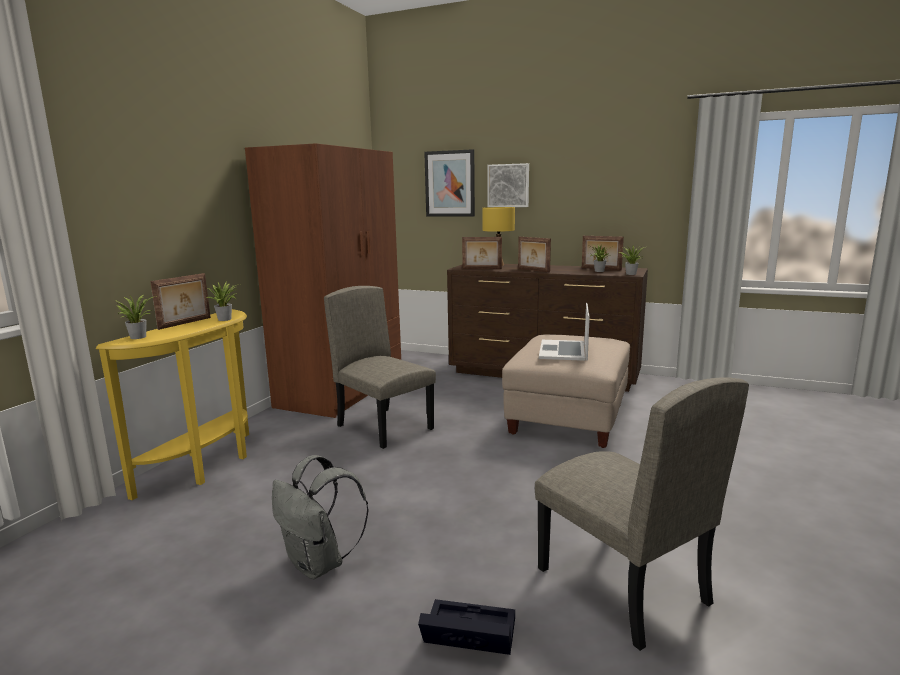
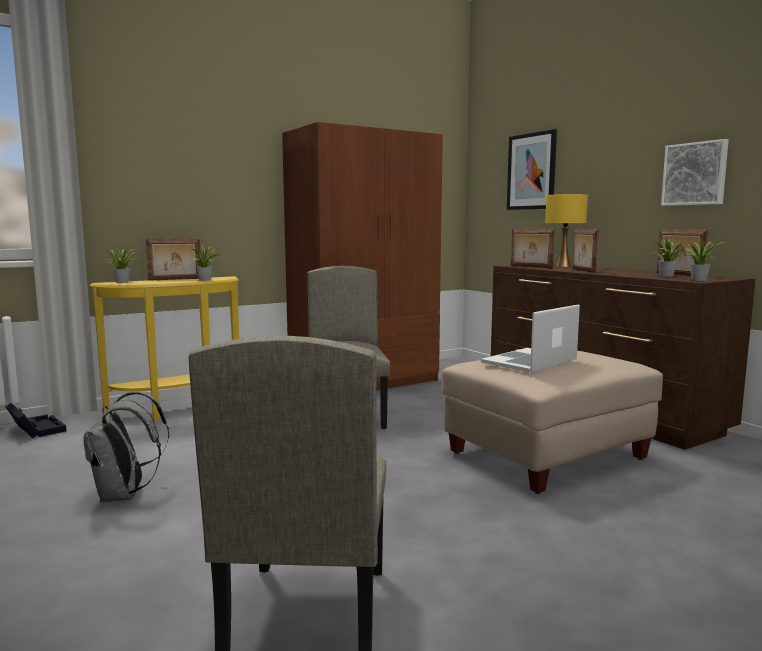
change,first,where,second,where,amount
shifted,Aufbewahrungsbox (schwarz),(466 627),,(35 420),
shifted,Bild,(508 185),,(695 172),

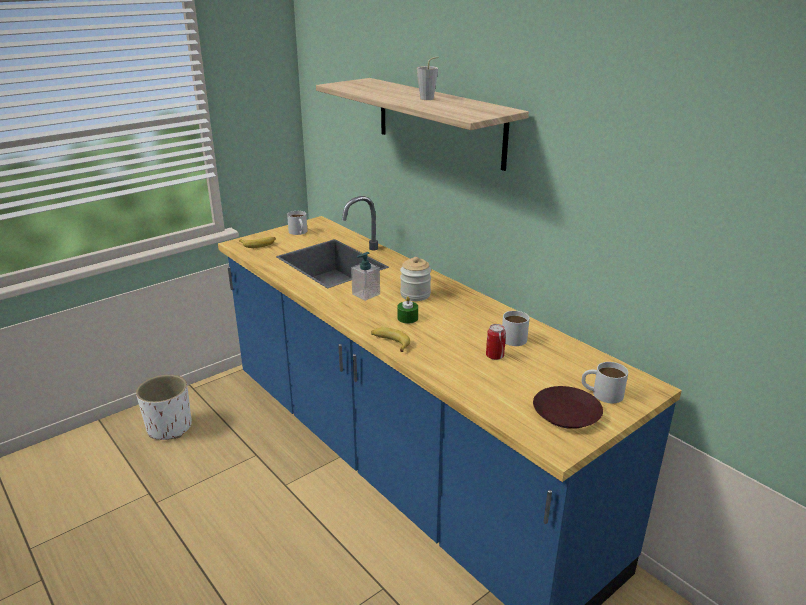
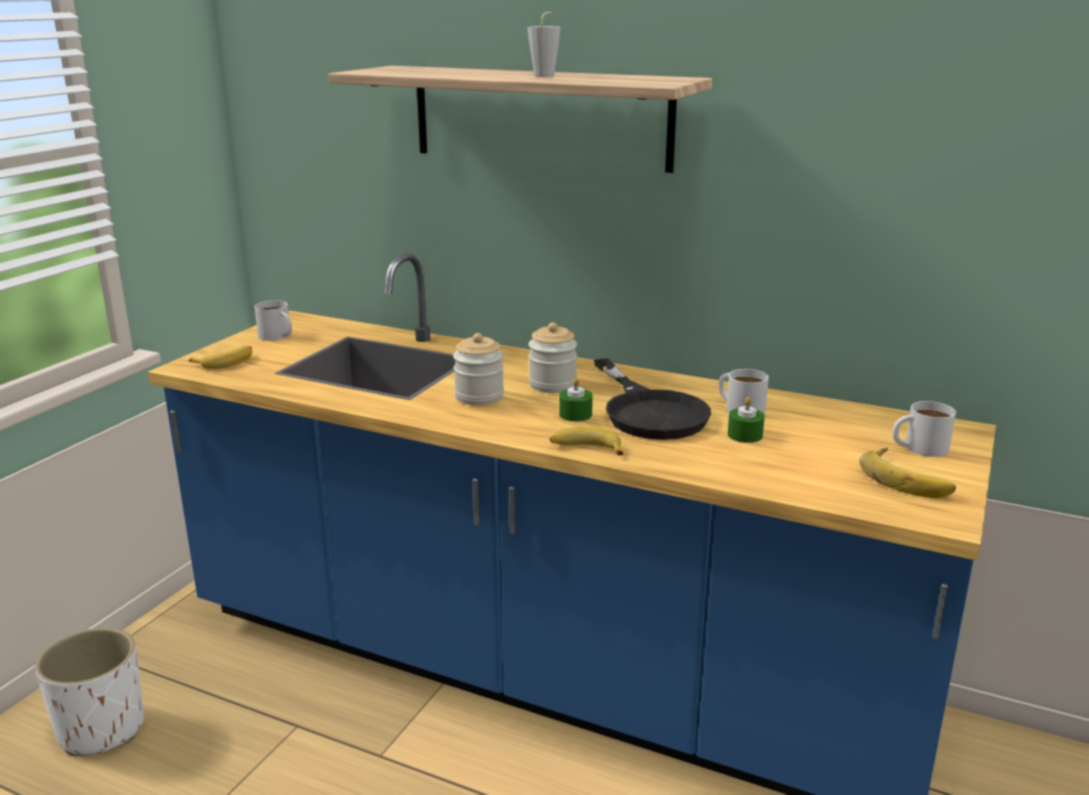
change,first,where,second,where,amount
swapped,Seifenspender,(365 276),Vorratsglas,(478 369),
new,,,Pfanne (schwarz),(652 399),
swapped,Dose,(496 342),Kerze (grün),(746 420),
swapped,Teller (braun),(568 407),Banane,(907 473),

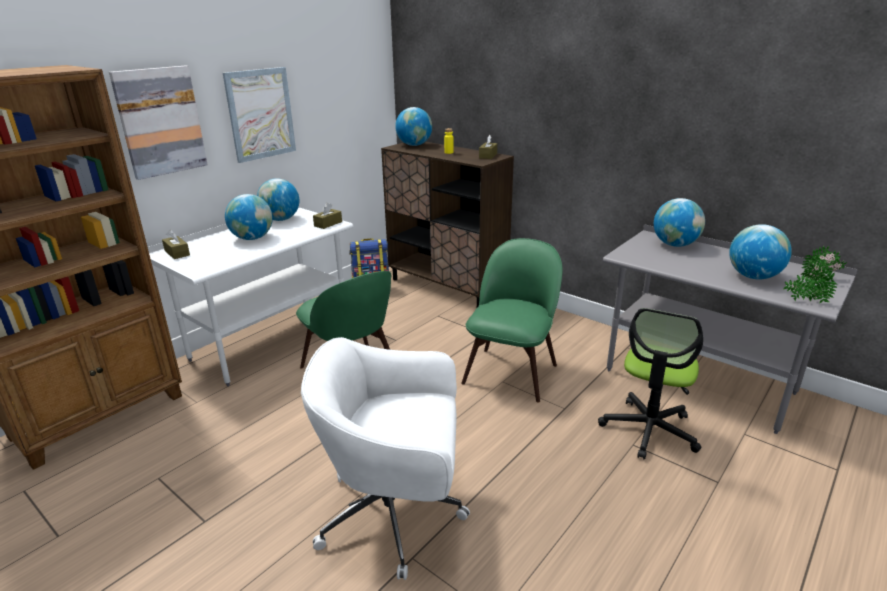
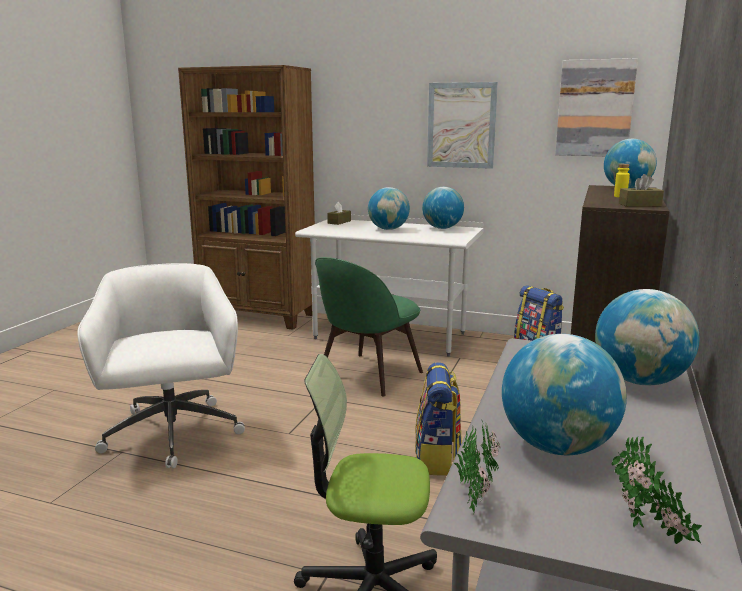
change,first,where,second,where,amount
swapped,Stuhl (grün),(512 320),Rucksack,(438 419),
shifted,Bild,(158 123),,(596 107),
gone,Taschentuchbox (braun),(327 216),,,

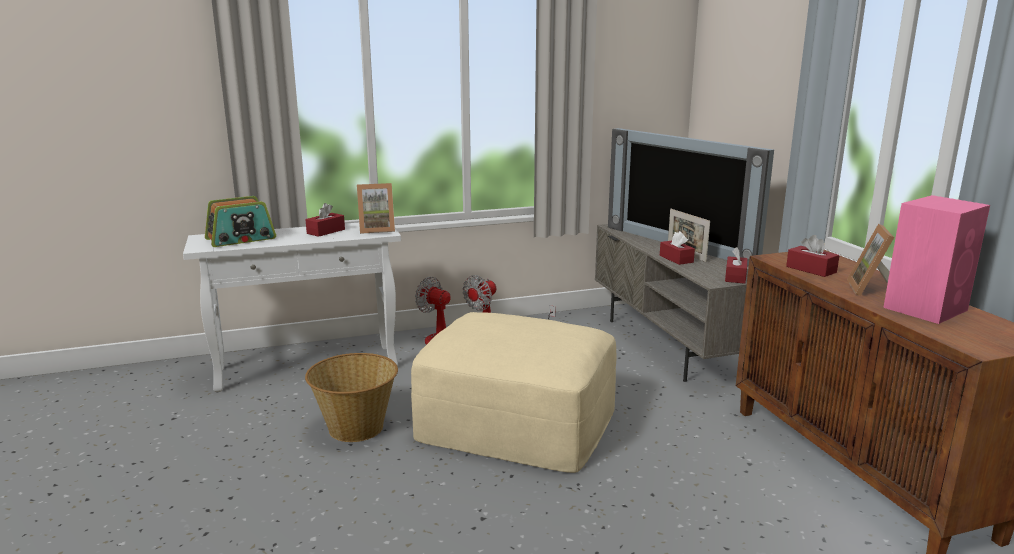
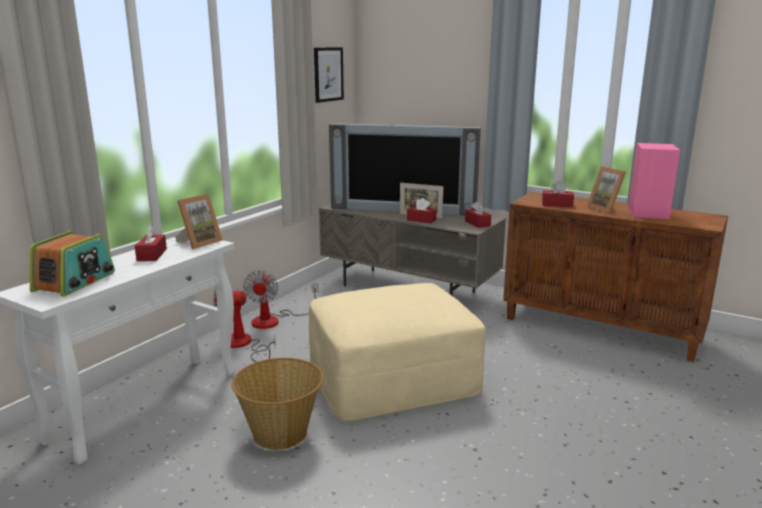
change,first,where,second,where,amount
new,,,Bild,(329 75),

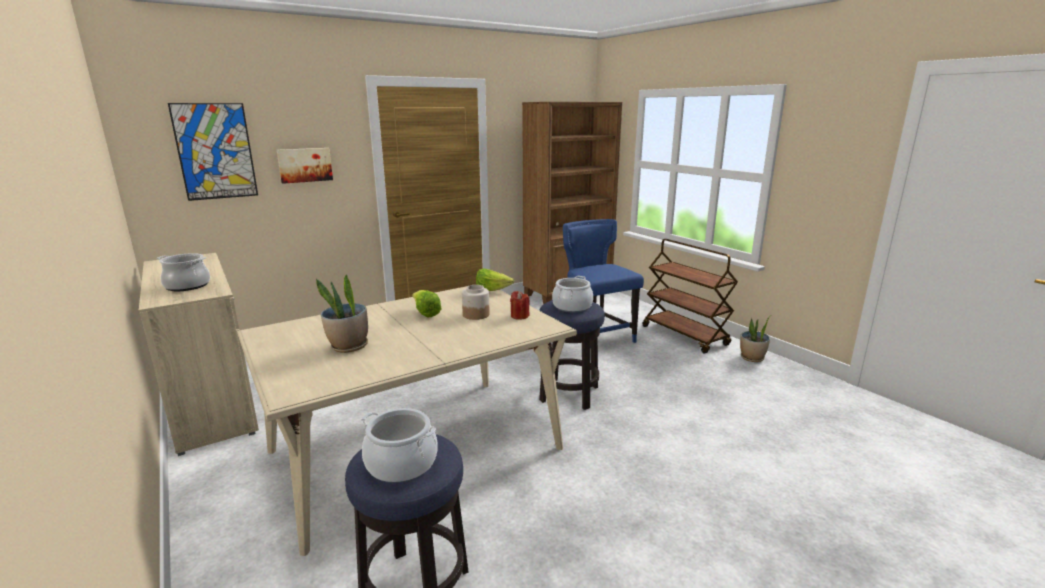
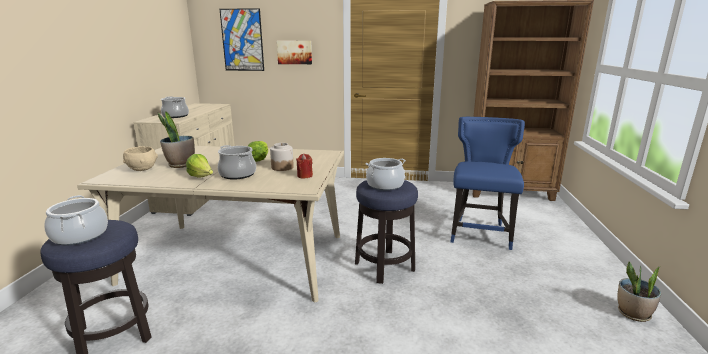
change,first,where,second,where,amount
new,,,Schüssel (beige),(140 158),
shifted,Salatkopf,(495 279),,(199 166),
new,,,Kochtopf,(236 162),
gone,Rollwagen (braun),(690 296),,,

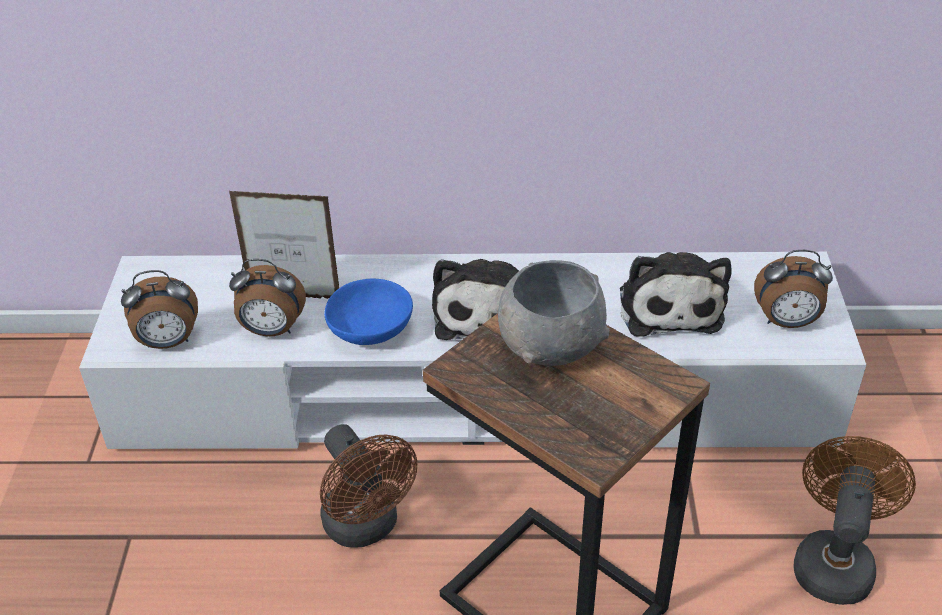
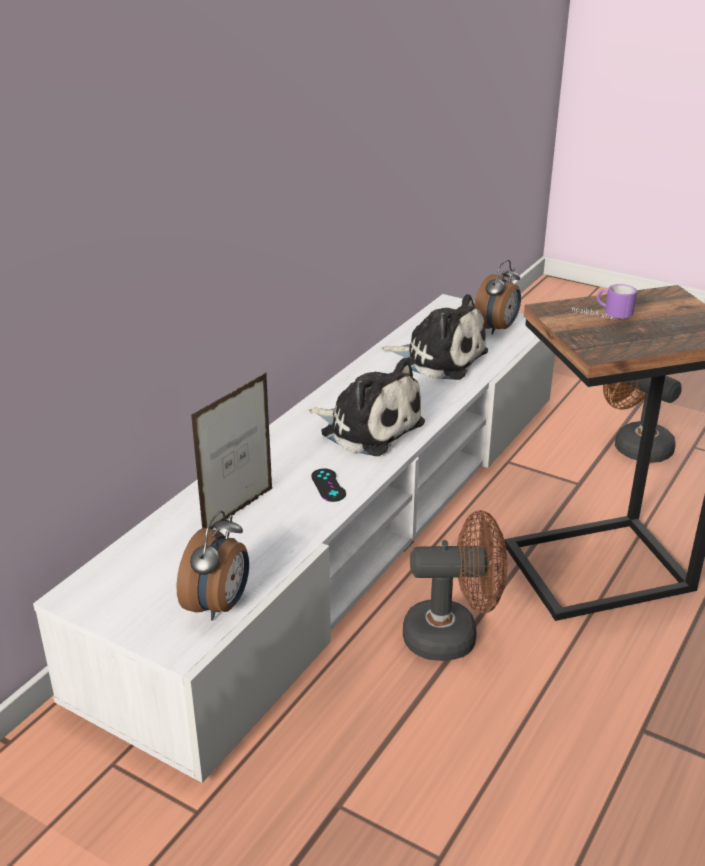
change,first,where,second,where,amount
swapped,Schüssel (blau),(368 311),Gamepad (schwarz),(328 485),
swapped,Schüssel (grau),(553 313),Henkelbecher,(604 302),
gone,Wecker,(267 298),,,

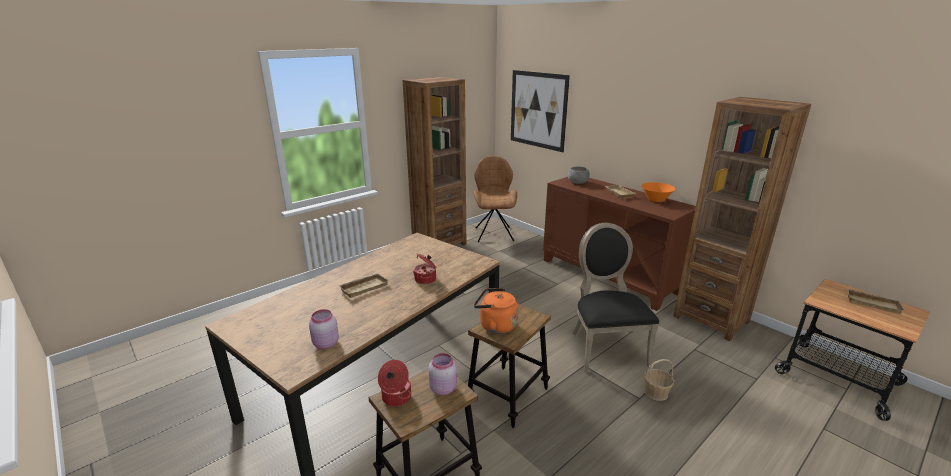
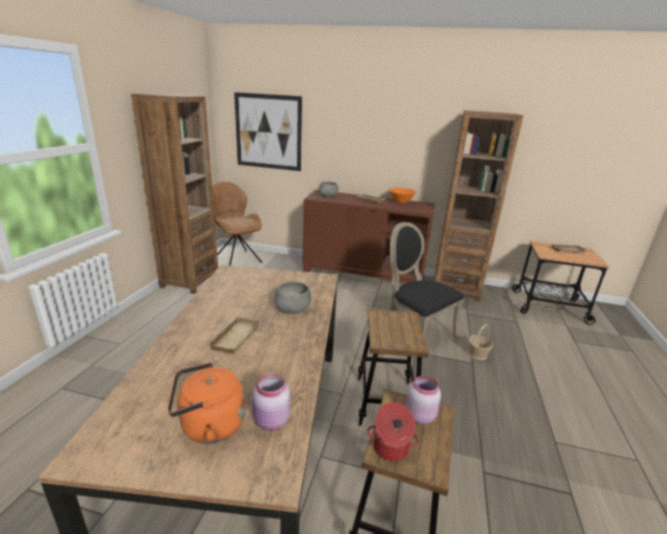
change,first,where,second,where,amount
shifted,Wasserkessel (orange),(496 311),,(206 403),
swapped,Kochtopf,(425 269),Schüssel (grau),(292 298),

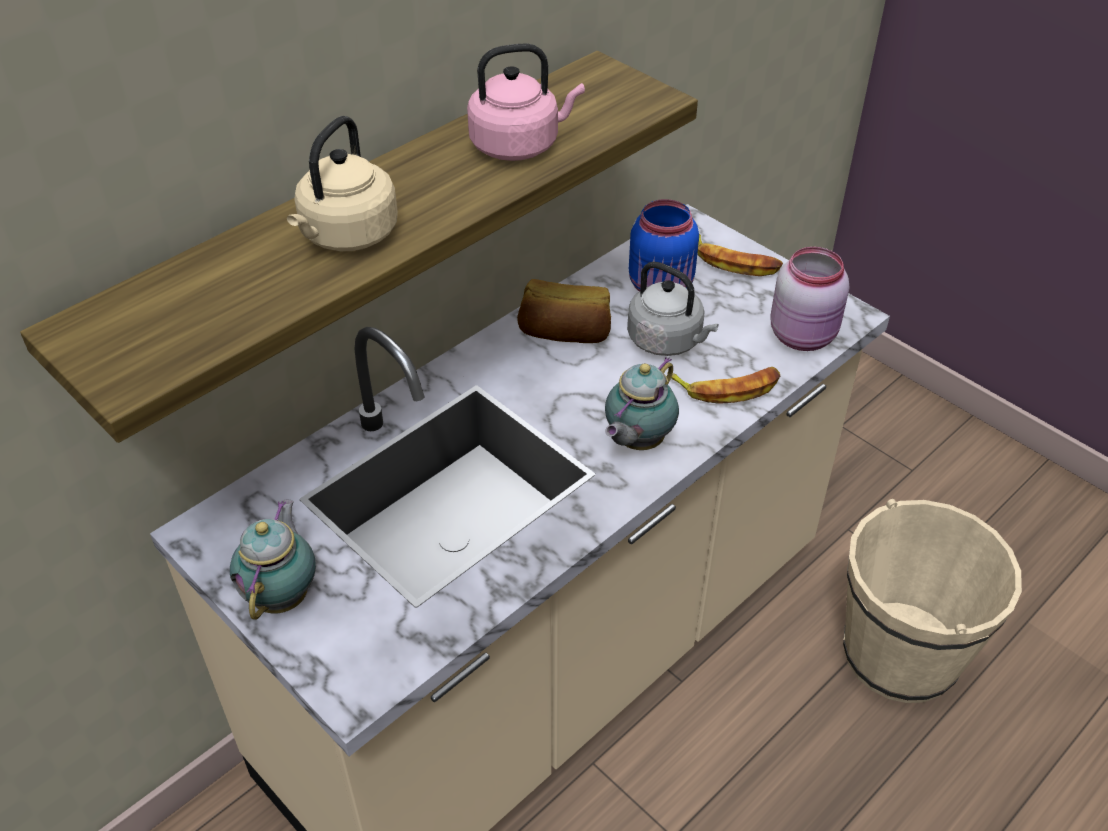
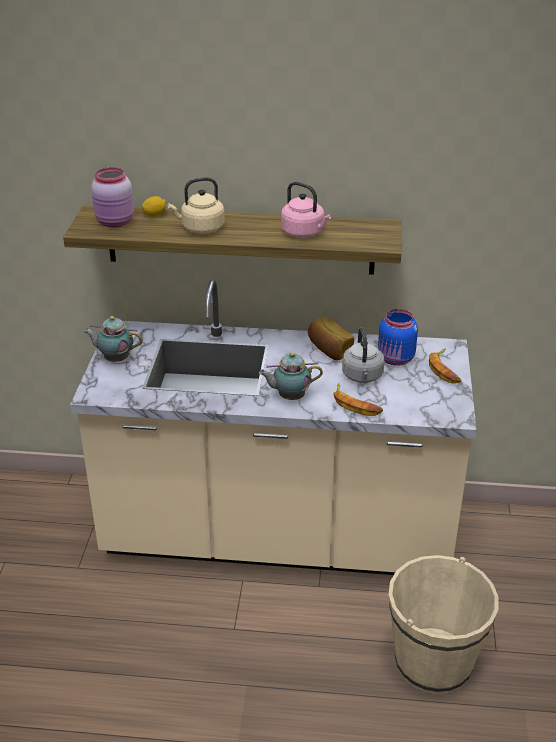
change,first,where,second,where,amount
rotated,Teekanne,(273 560),,(113 339),135 degrees counterclockwise
shifted,Vorratsglas (rosa),(810 299),,(112 197),
new,,,Zitrone,(154 206),

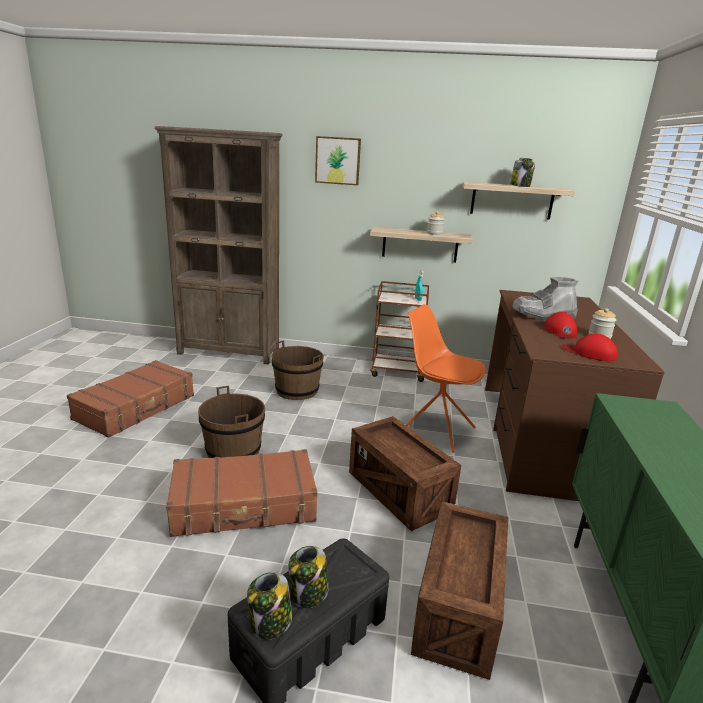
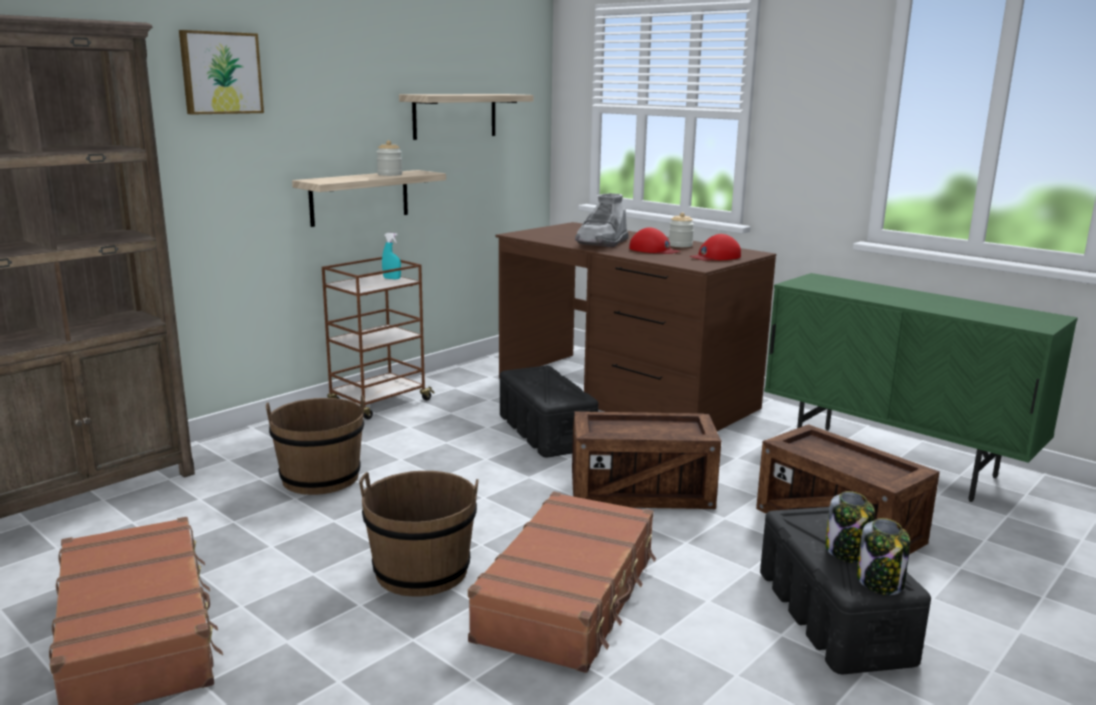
change,first,where,second,where,amount
swapped,Stuhl (orange),(445 378),Aufbewahrungsbox (schwarz),(549 411),
gone,Vorratsglas,(522 172),,,

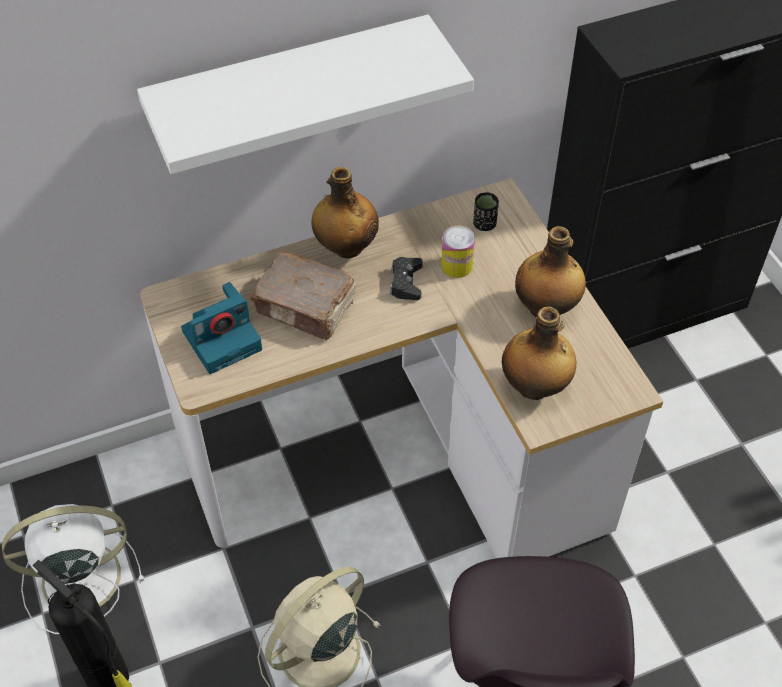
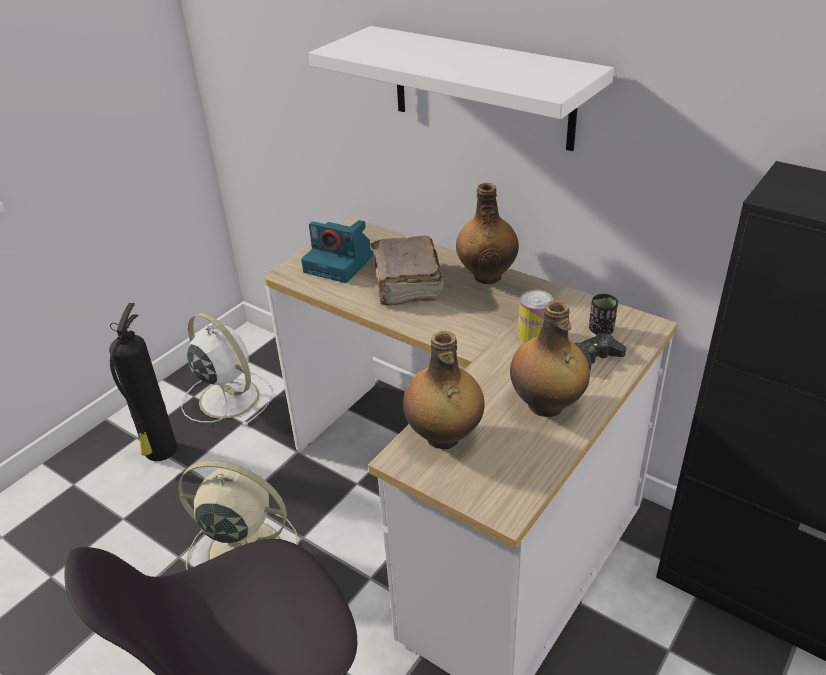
change,first,where,second,where,amount
shifted,Gamepad (schwarz),(406 278),,(600 351),

